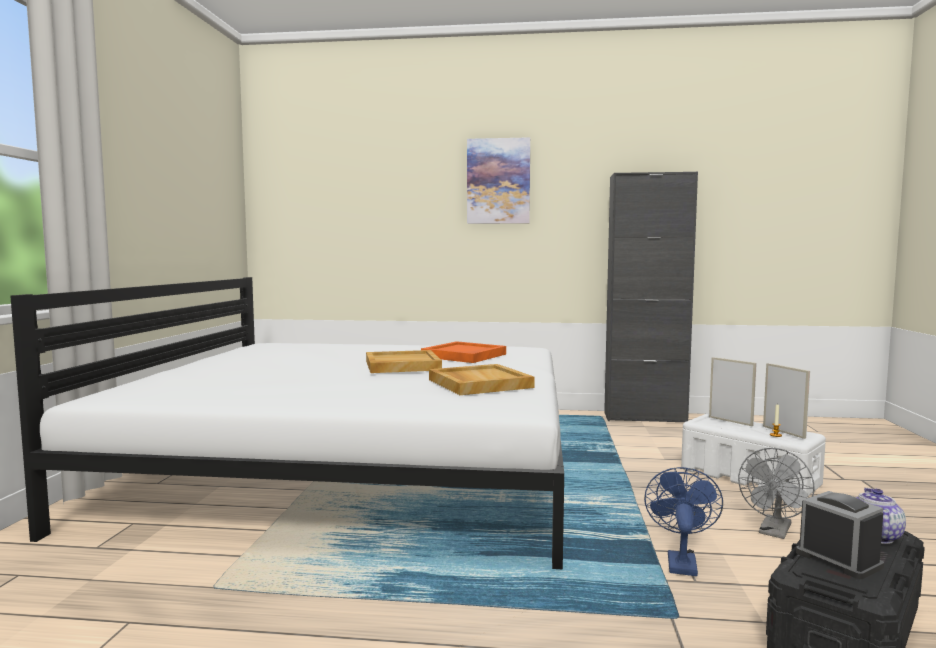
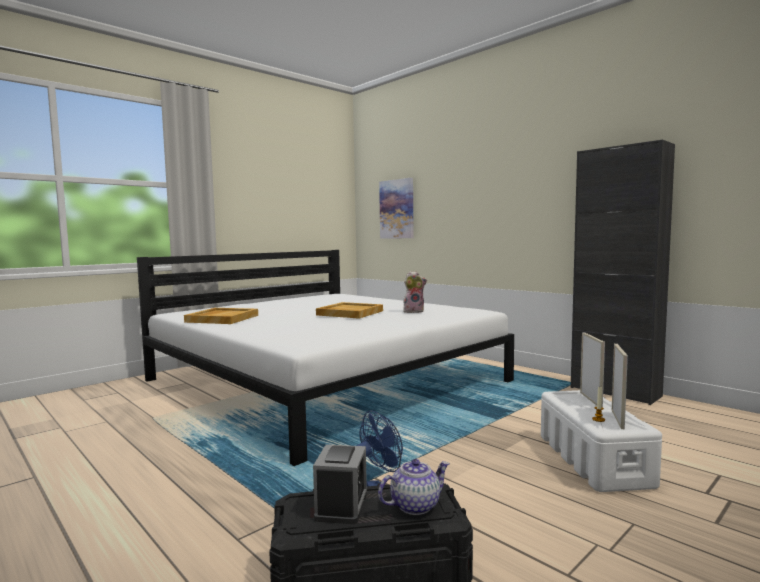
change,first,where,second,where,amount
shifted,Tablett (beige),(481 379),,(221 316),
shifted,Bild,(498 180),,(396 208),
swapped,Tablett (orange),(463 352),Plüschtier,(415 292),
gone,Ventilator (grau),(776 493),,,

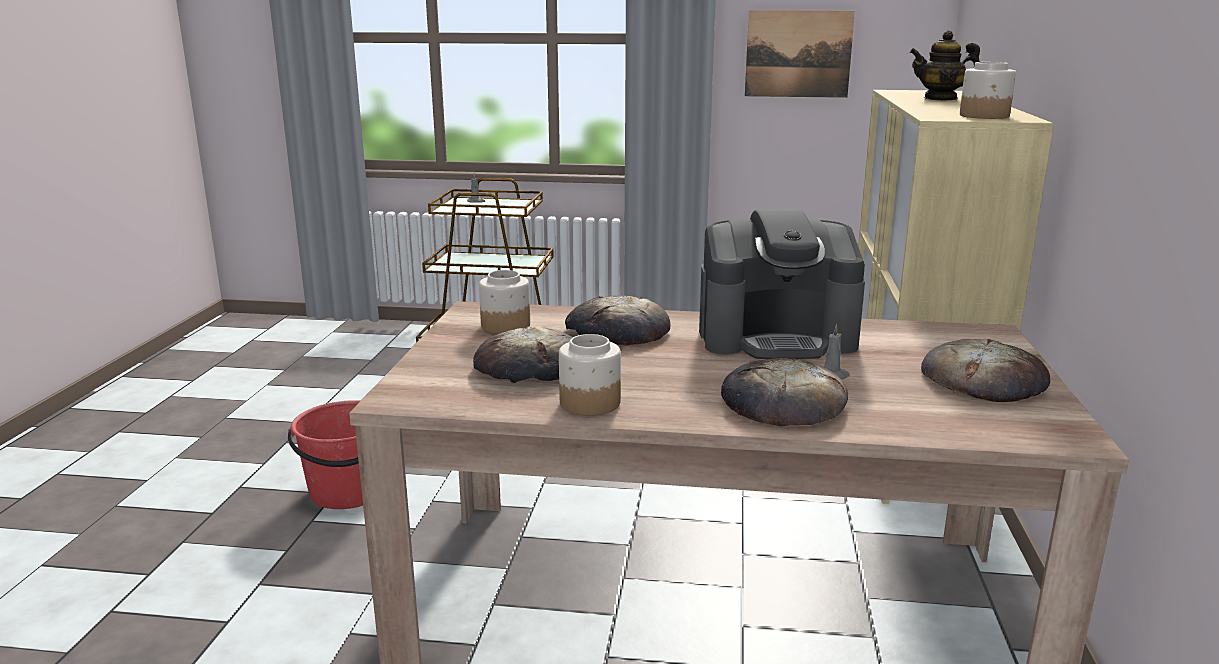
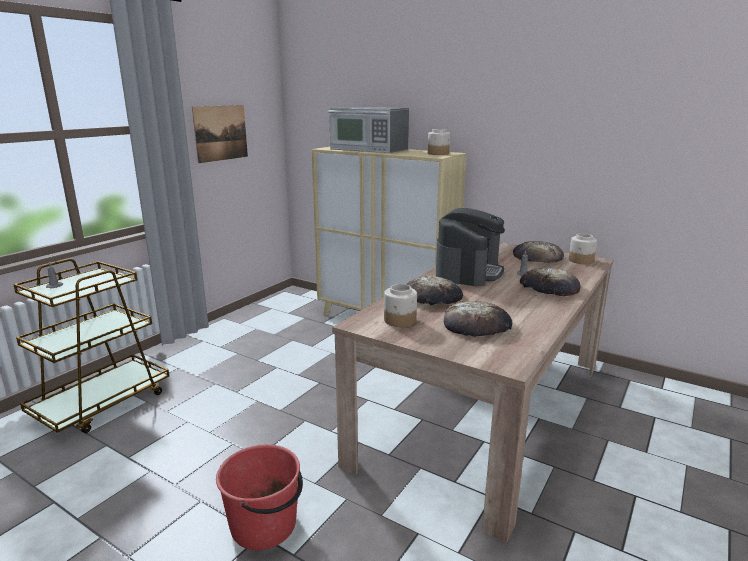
change,first,where,second,where,amount
swapped,Teekanne,(945 65),Mikrowelle,(368 130),
shifted,Vorratsglas,(590 374),,(583 248),

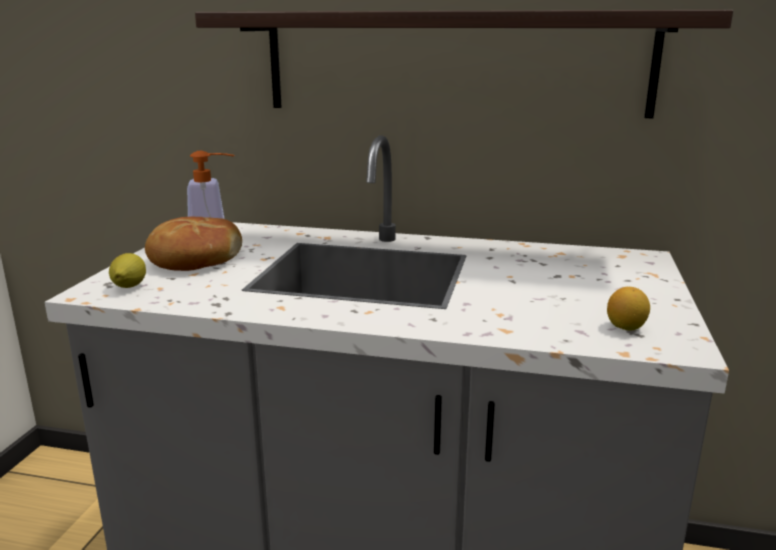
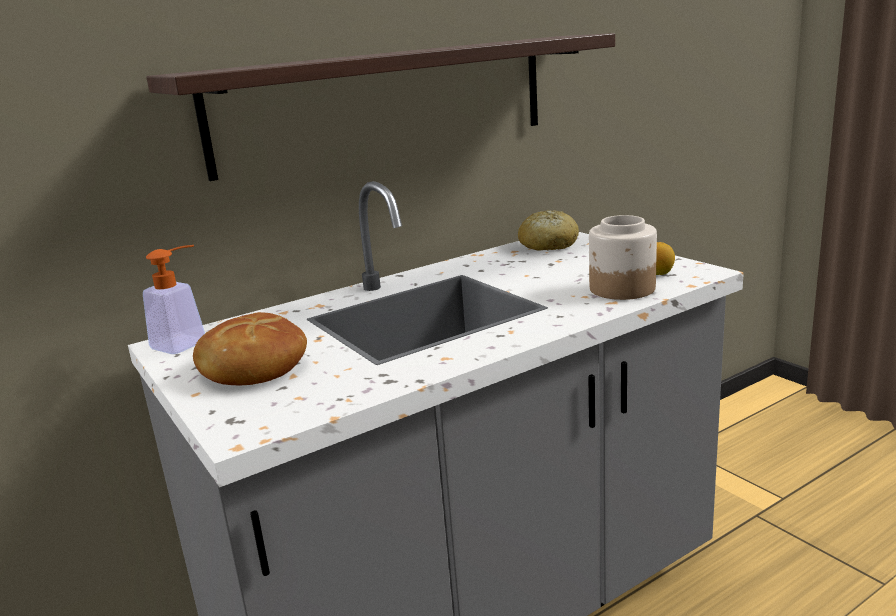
change,first,where,second,where,amount
new,,,Brot,(548 230),
new,,,Vorratsglas,(623 257),
gone,Zitrone,(127 270),,,

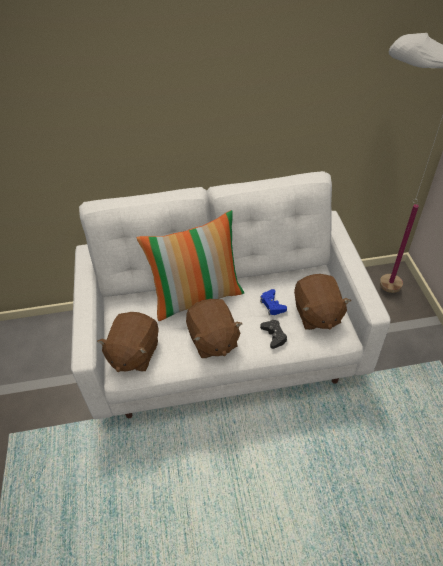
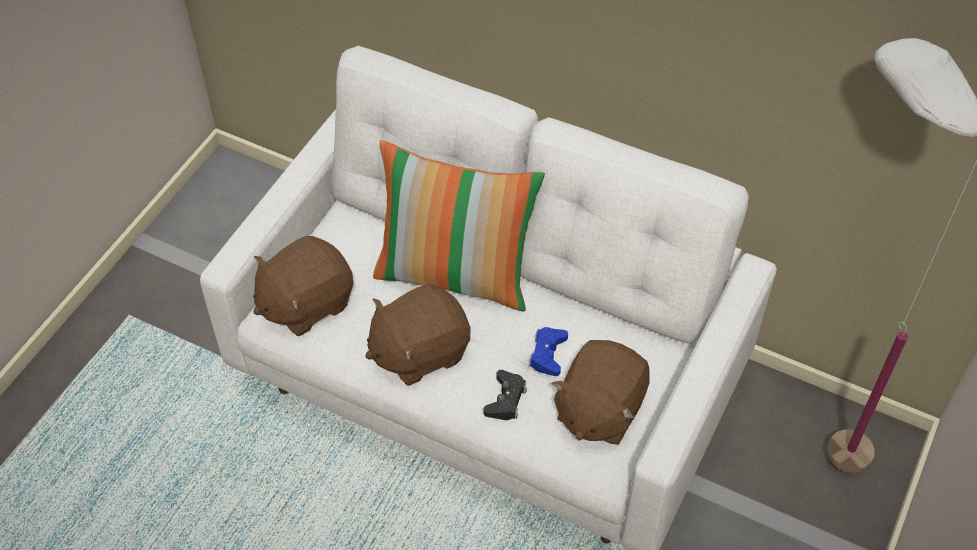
change,first,where,second,where,amount
rotated,Plüschtier (braun),(214 328),,(417 335),45 degrees clockwise

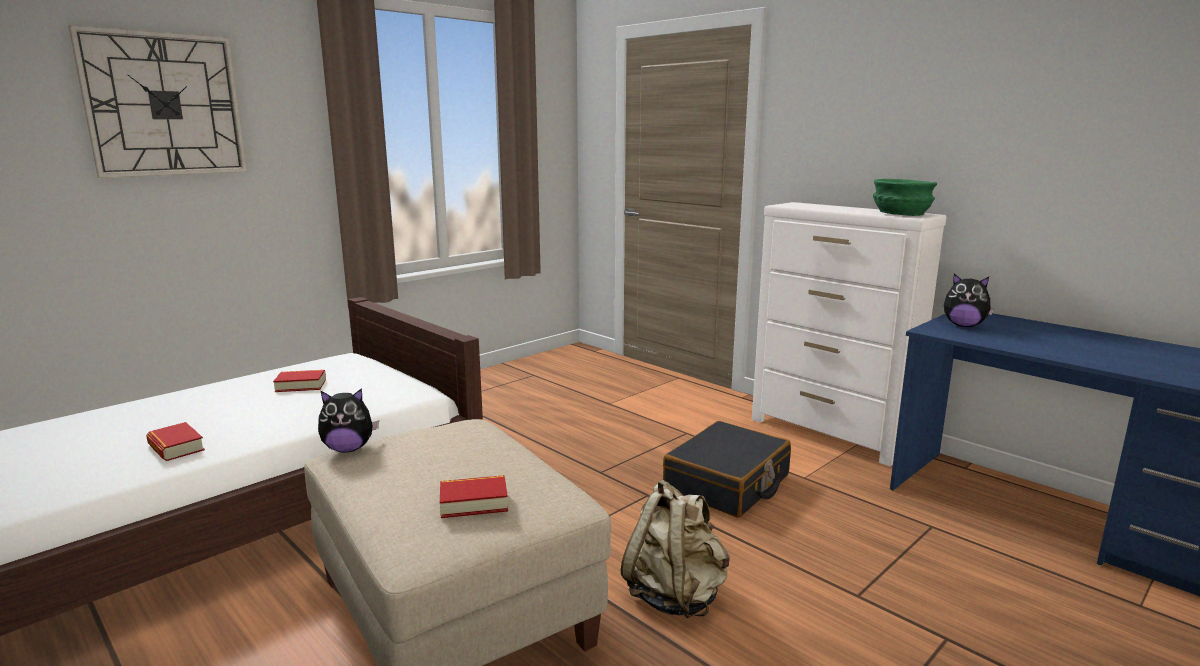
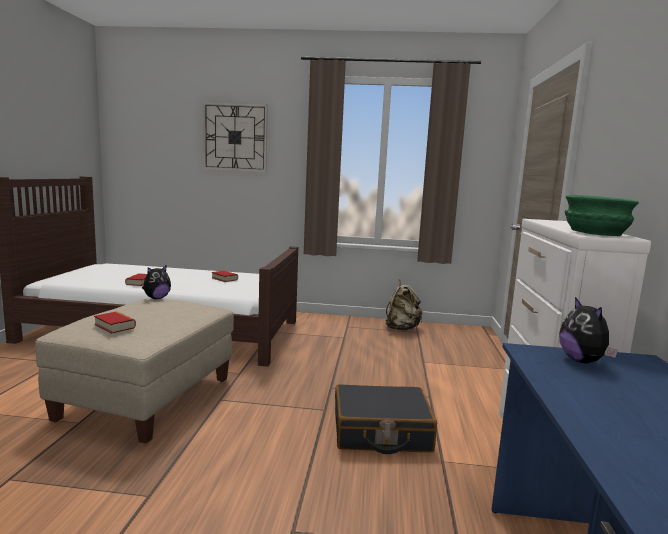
change,first,where,second,where,amount
rotated,Plüschtier,(348 420),,(156 282),90 degrees counterclockwise
shifted,Rucksack (beige),(675 548),,(404 305),

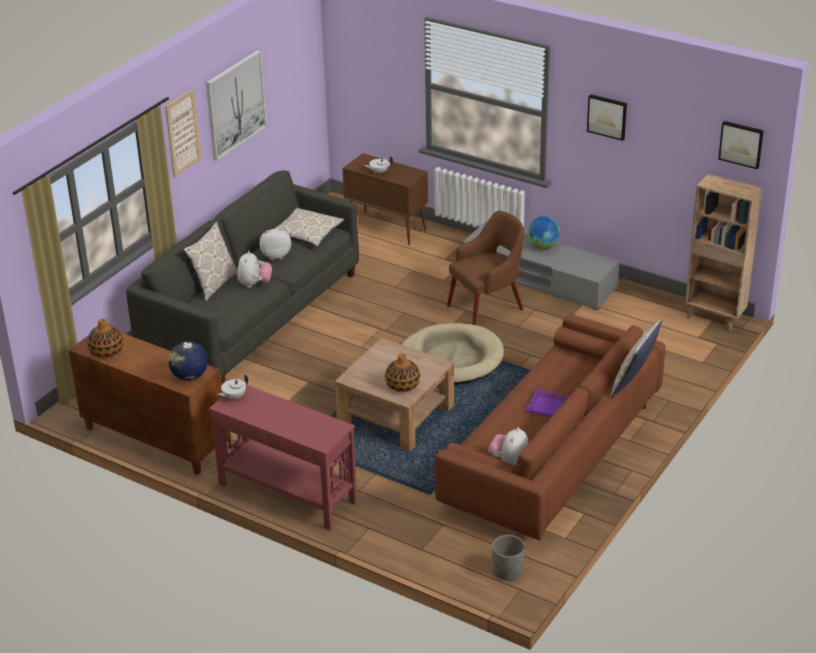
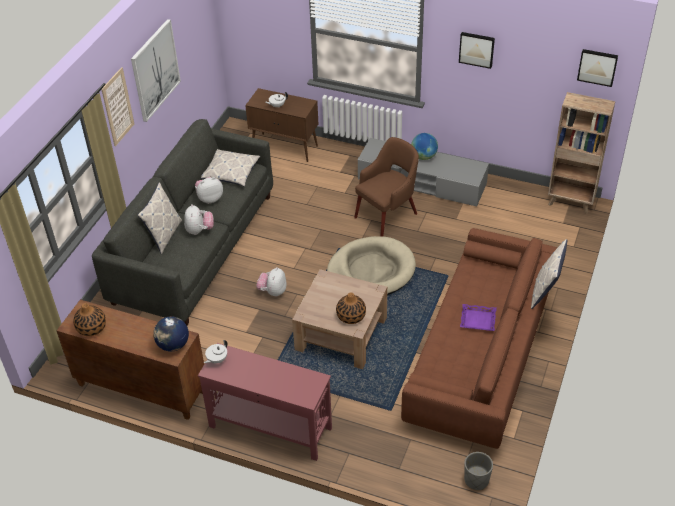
change,first,where,second,where,amount
shifted,Plüschtier,(508 446),,(271 281),

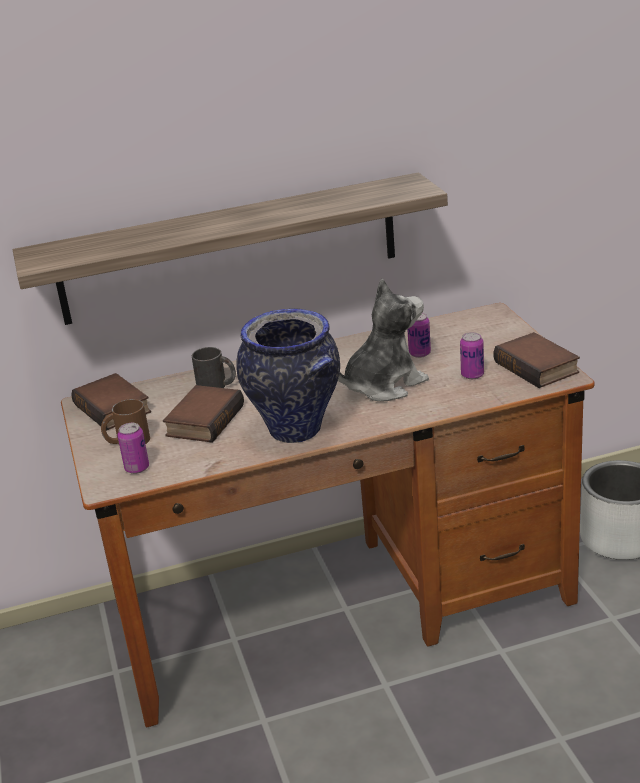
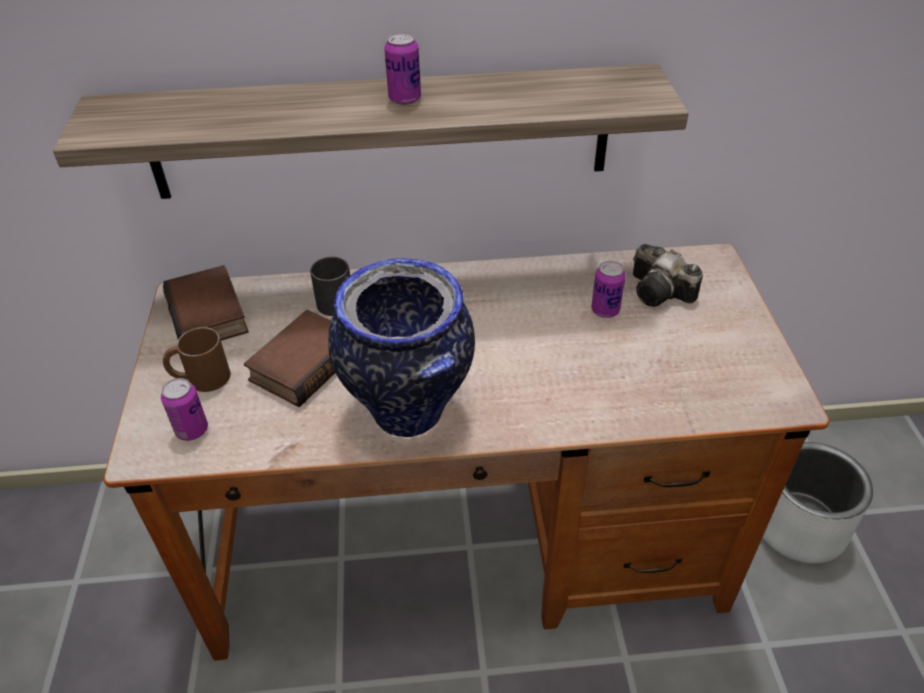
change,first,where,second,where,amount
shifted,Dose,(472 355),,(402 68),
new,,,Kamera,(668 275),
gone,Plüschtier,(383 340),,,
gone,Buch,(537 360),,,

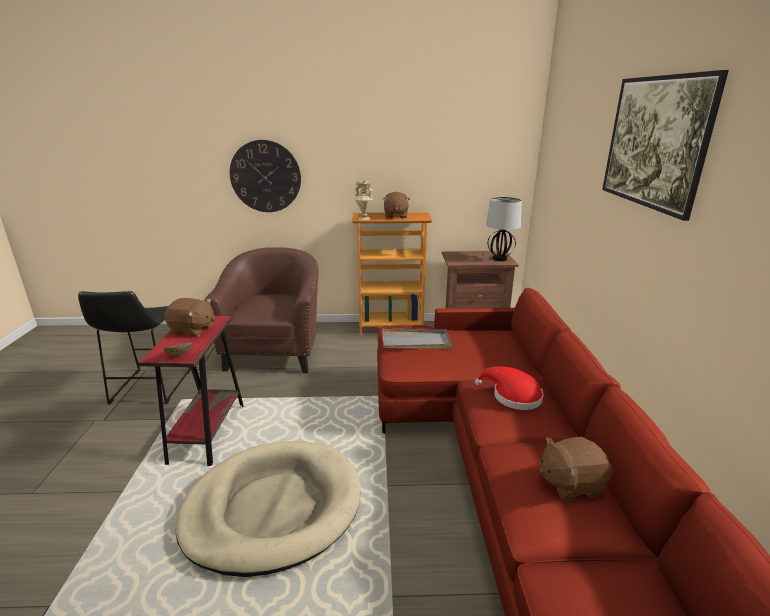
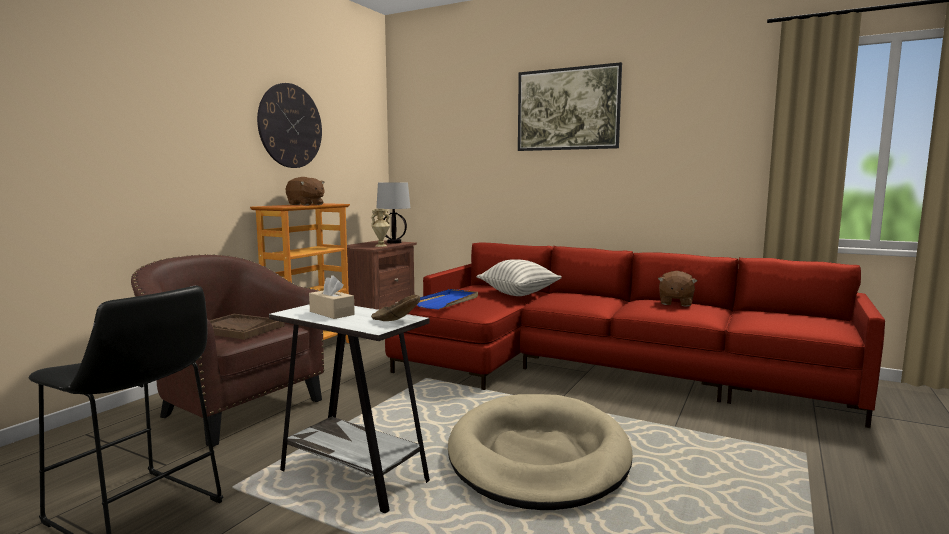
change,first,where,second,where,amount
new,,,Tablett (braun),(247 327),
shifted,Wanduhr,(265 176),,(289 125),
repainted,Beistelltisch (rot),(191 391),Beistelltisch (weiß),(349 408),
swapped,Plüschtier (braun),(189 317),Taschentuchbox (beige),(332 297),
shifted,Vase (beige),(364 200),,(380 228),
repainted,Tablett (grau),(417 339),Tablett (blau),(447 299),
new,,,Kissen,(519 277),
gone,Hut (rot),(509 388),,,

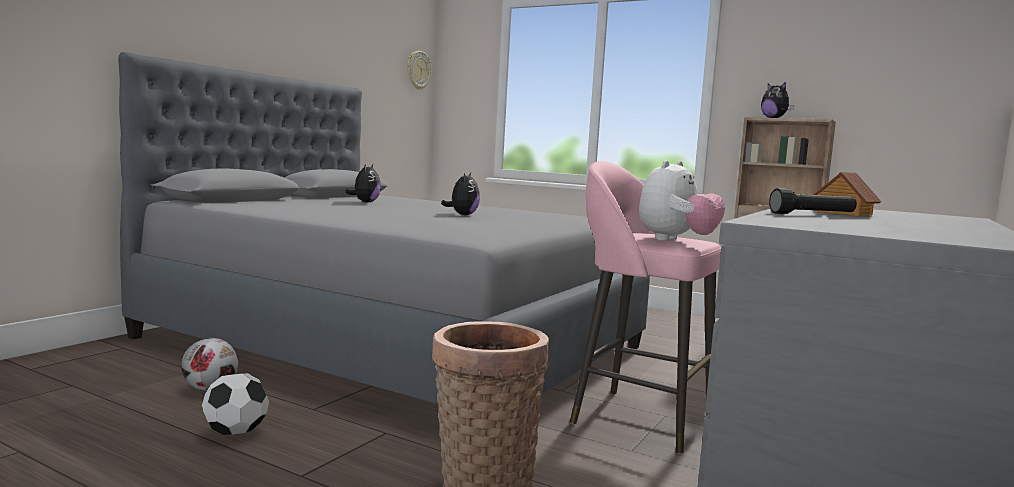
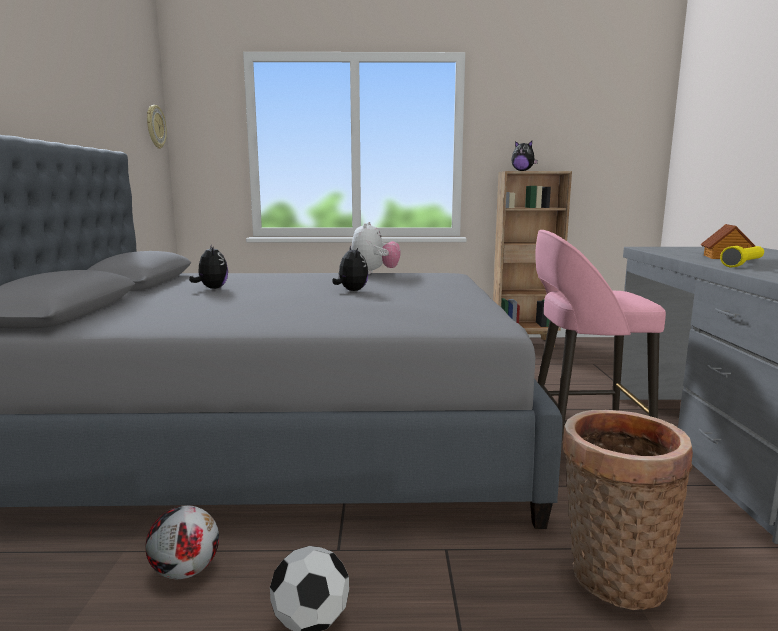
change,first,where,second,where,amount
shifted,Plüschtier,(682 200),,(376 248),
repainted,Taschenlampe (schwarz),(813 201),Taschenlampe (gelb),(742 257),

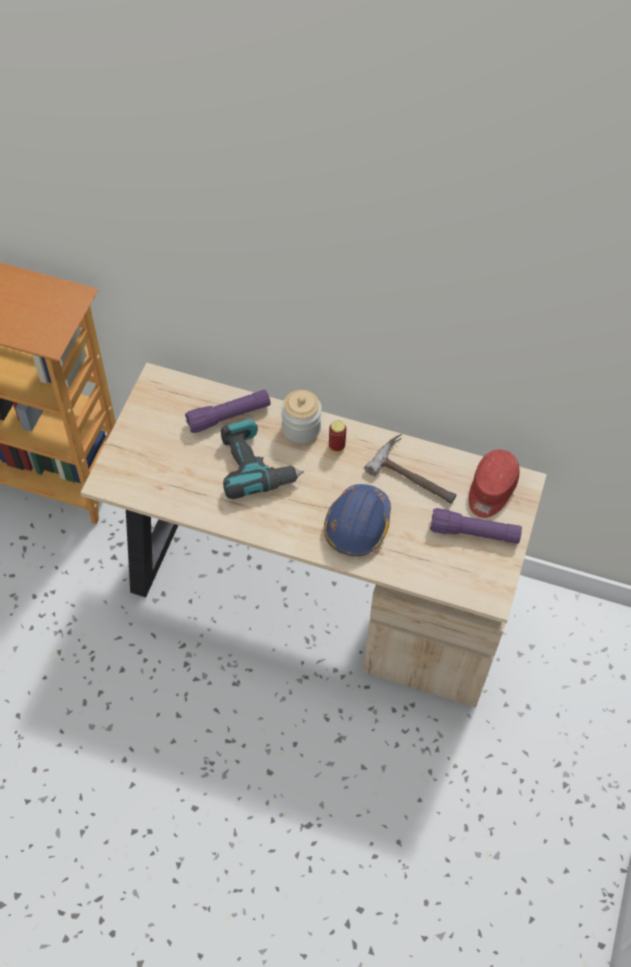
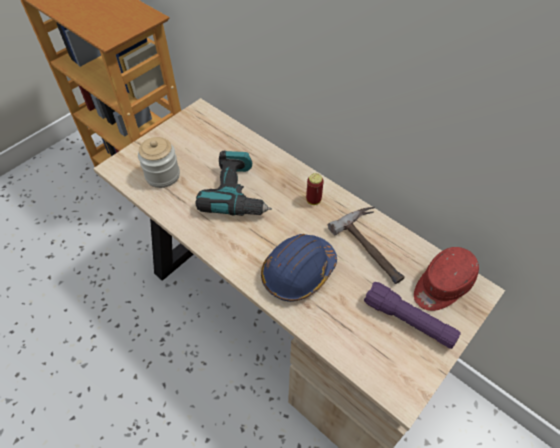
change,first,where,second,where,amount
shifted,Vorratsglas,(301 417),,(159 162),
gone,Taschenlampe (lila),(228 411),,,

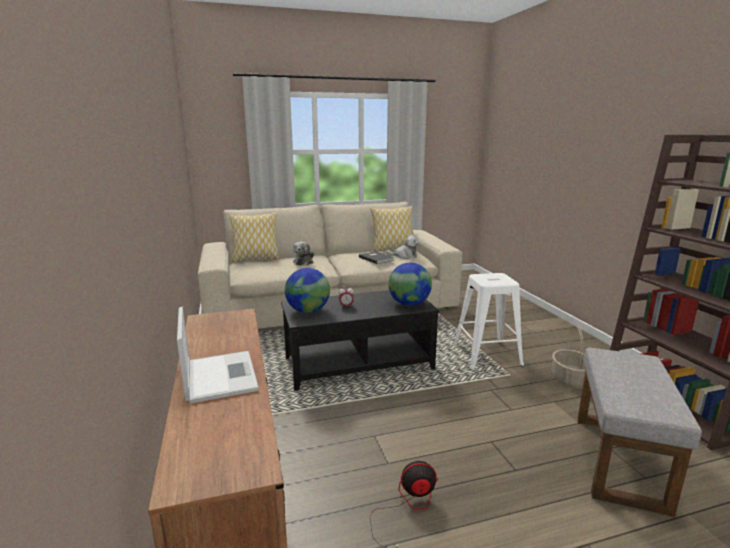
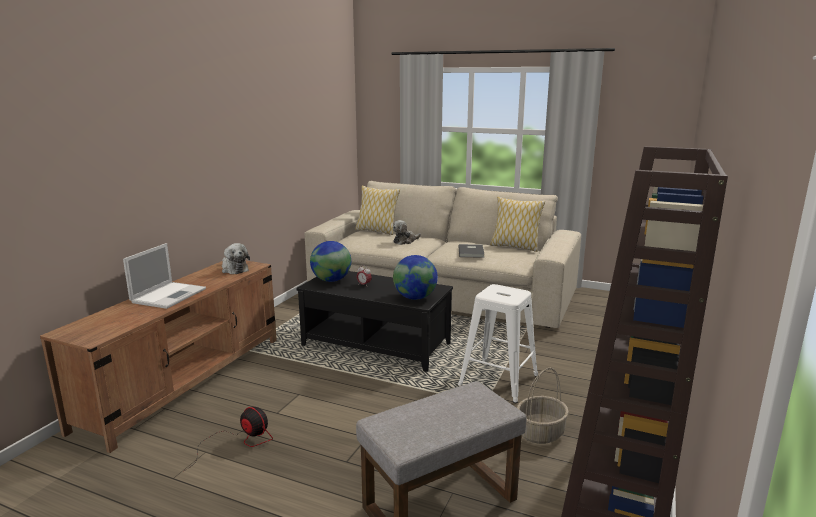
change,first,where,second,where,amount
shifted,Plüschtier,(402 247),,(236 258),

